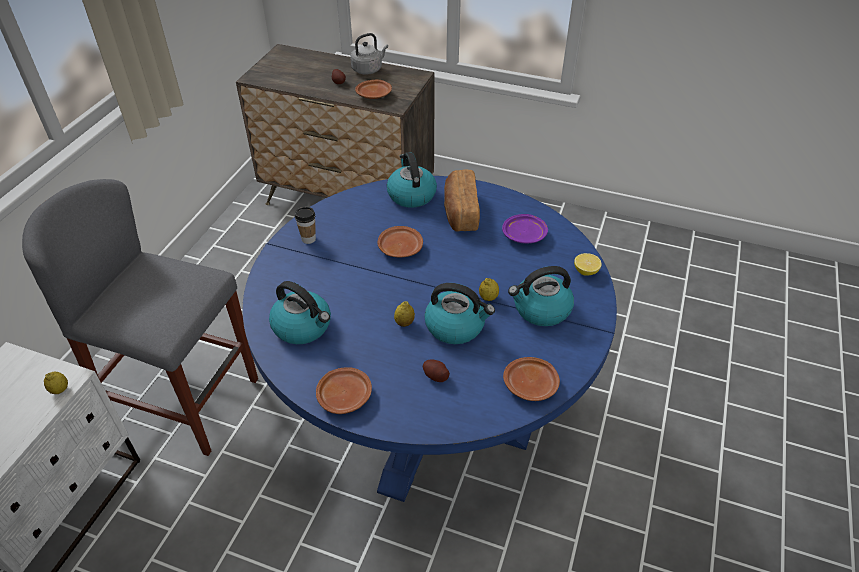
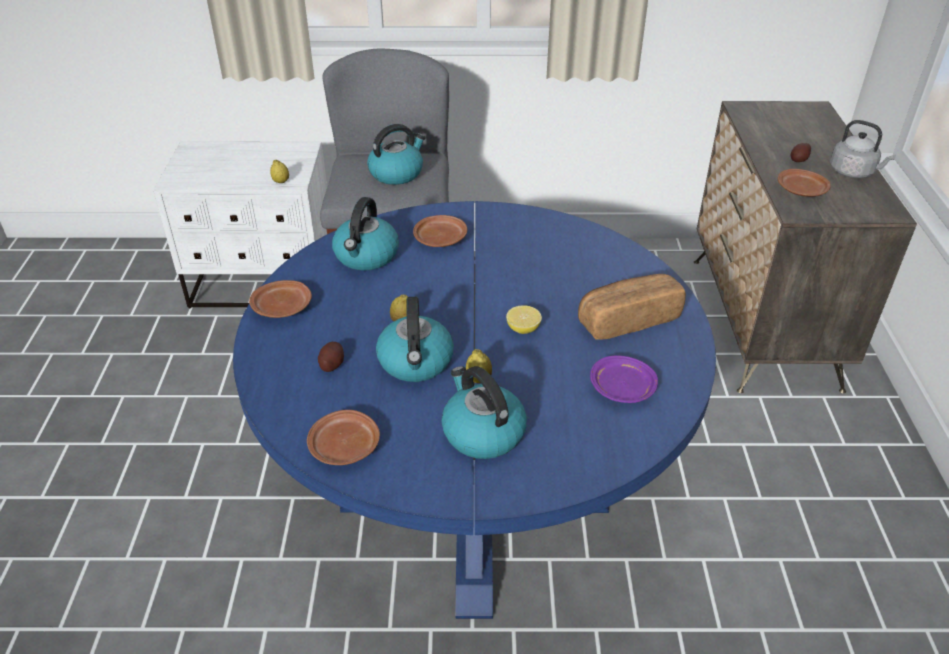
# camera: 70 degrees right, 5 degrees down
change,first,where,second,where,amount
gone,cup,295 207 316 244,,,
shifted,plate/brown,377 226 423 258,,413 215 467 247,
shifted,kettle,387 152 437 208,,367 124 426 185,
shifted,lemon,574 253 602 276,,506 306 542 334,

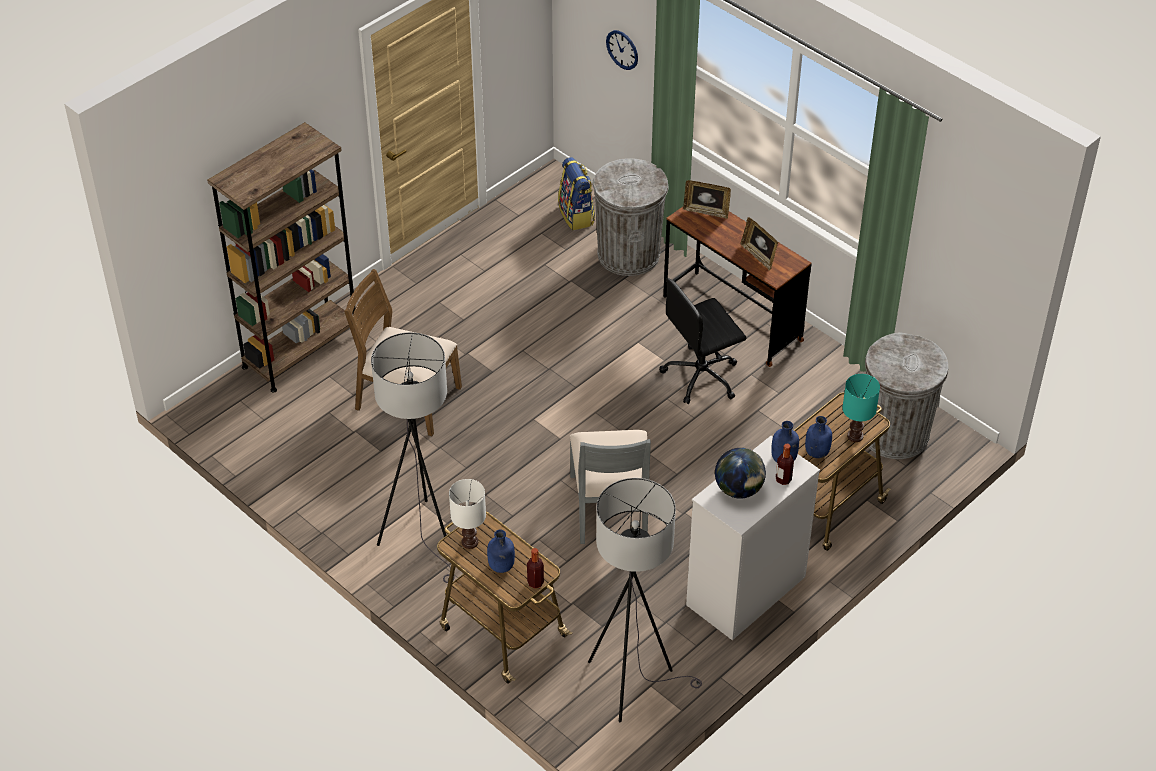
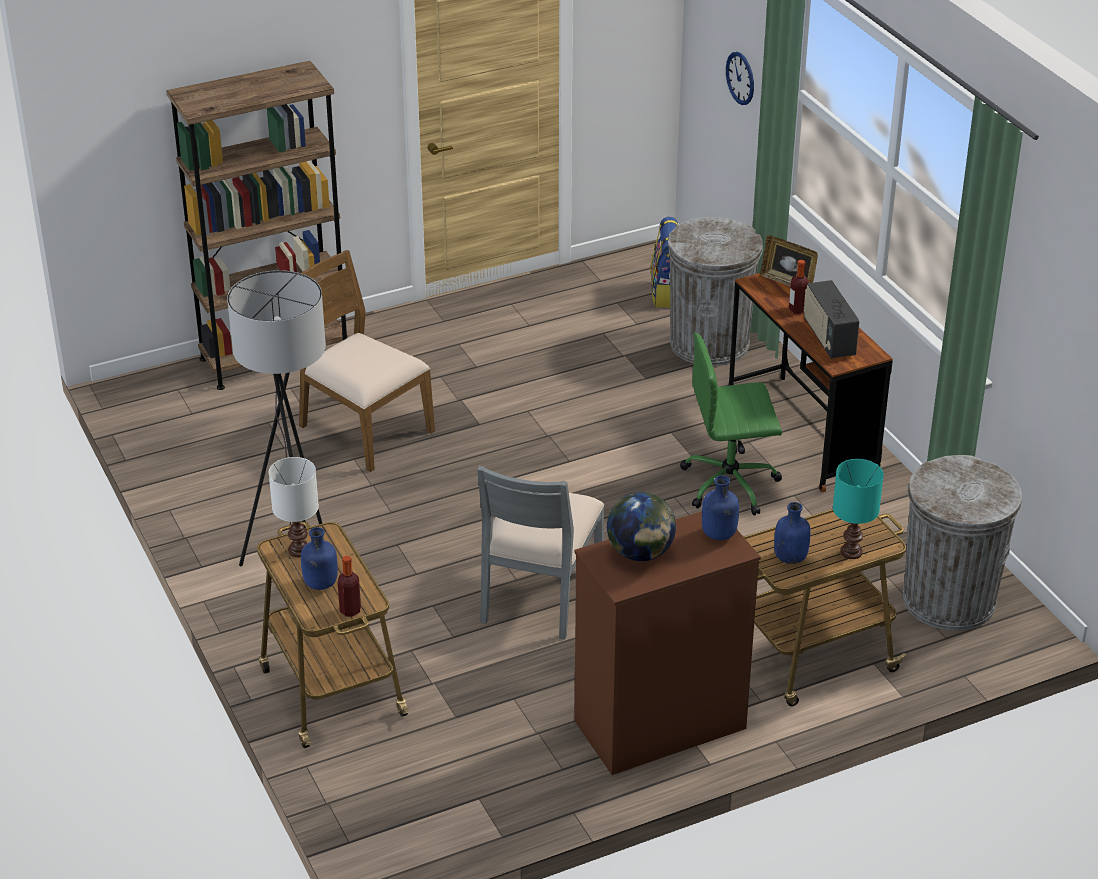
# camera: 20 degrees right, 10 degrees down
change,first,where,second,where,amount
gone,floor lamp/grey,588 478 702 722,,,
repainted,office chair/black,659 278 746 404,office chair/green,680 333 782 516,
repainted,dresser/white,686 436 820 640,dresser/brown,574 511 761 775,
swapped,picture frame,741 217 778 271,radio,804 280 859 359,
shifted,bottle,776 444 794 485,,789 260 809 314,

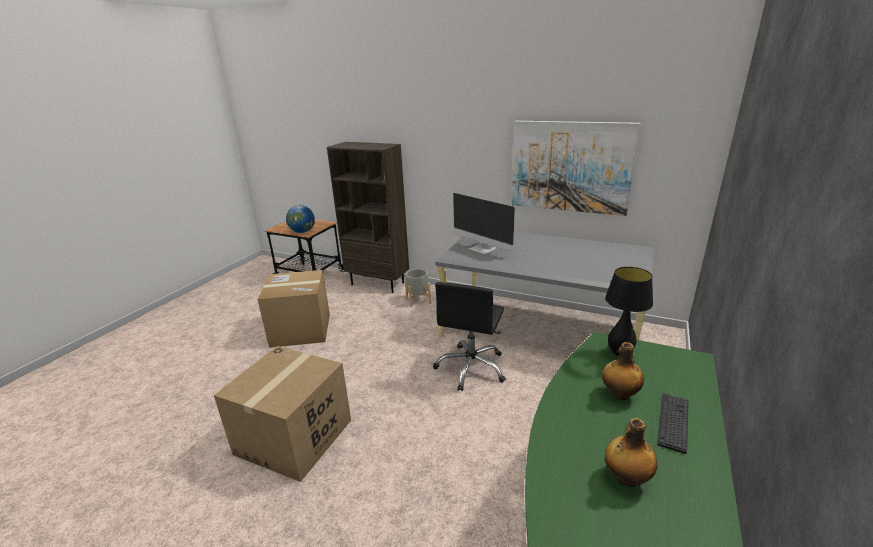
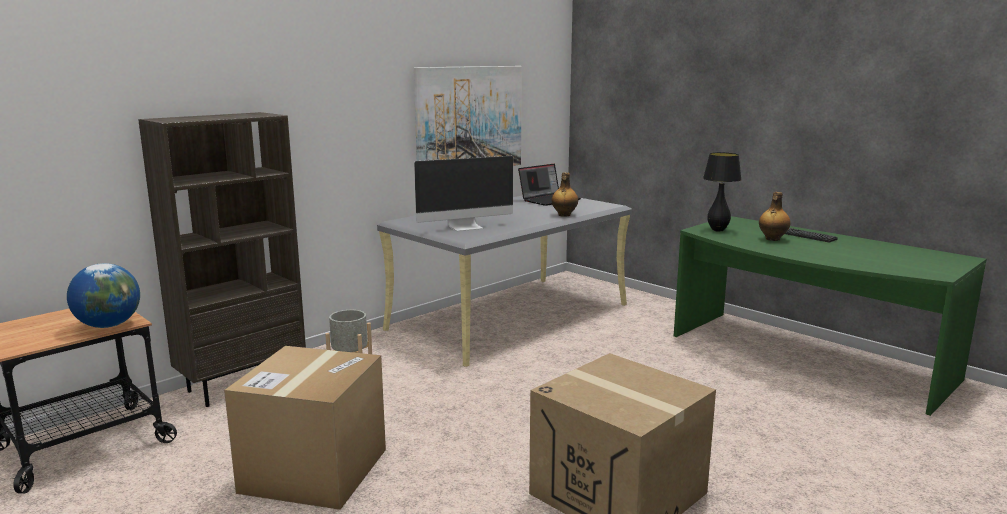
# camera: 70 degrees left, 10 degrees down
change,first,where,second,where,amount
gone,office chair/black,433 282 506 391,,,
shifted,bottle,605 418 657 487,,552 173 578 217,
new,,,laptop,518 164 581 206,

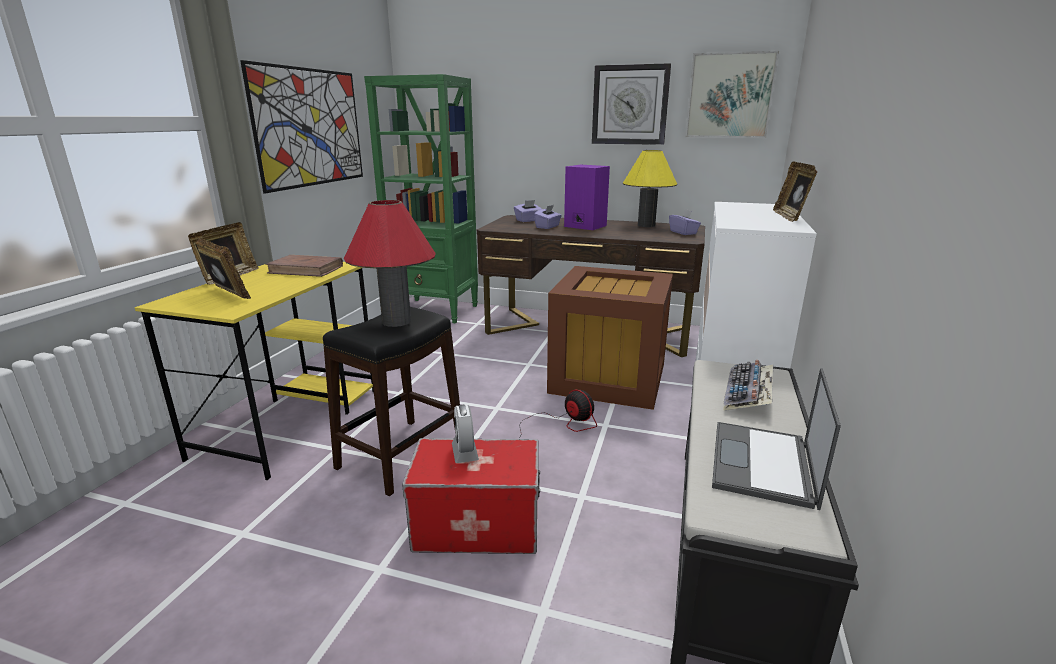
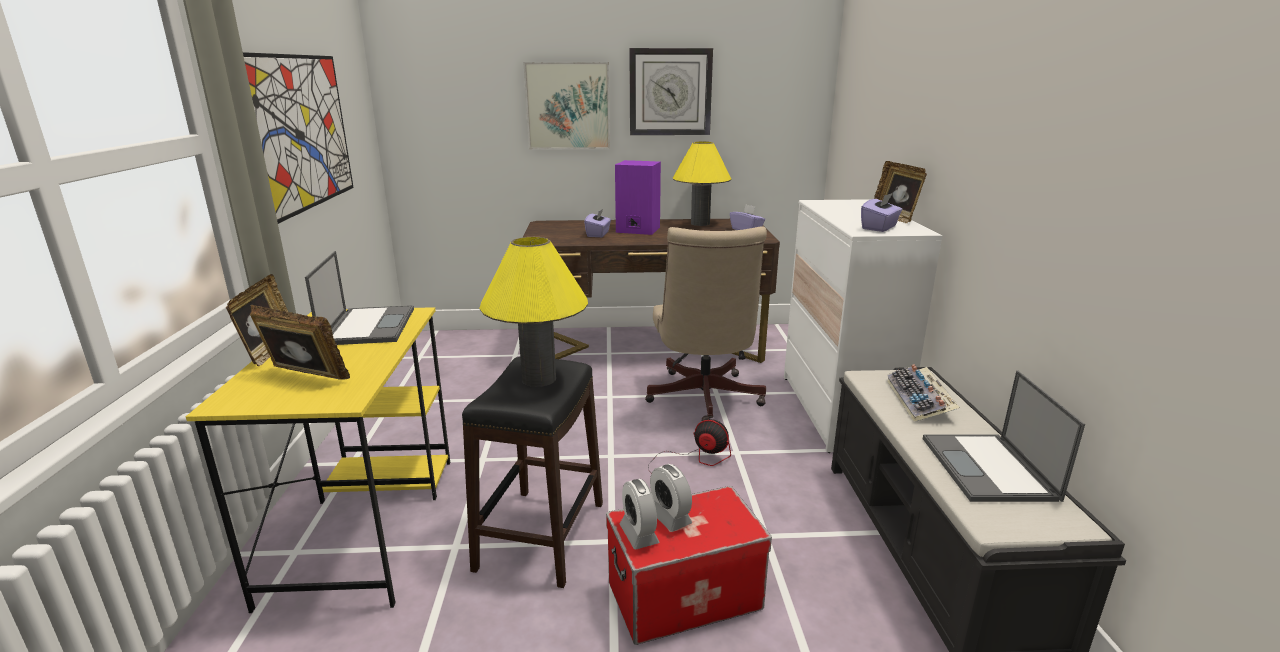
# camera: 20 degrees left, 0 degrees up
change,first,where,second,where,amount
swapped,book/brown,265 255 343 277,laptop,305 251 414 345,
repainted,table lamp/red,344 200 436 327,table lamp/yellow,480 237 588 387,
gone,bookcase/green,364 74 478 324,,,
shifted,tissue box/purple,514 200 542 222,,861 193 902 232,
swapped,storage box/brown,547 266 673 410,office chair/beige,645 226 767 421,
shifted,picture,685 51 779 138,,523 62 610 150,
new,,,alarm clock,620 479 659 549,

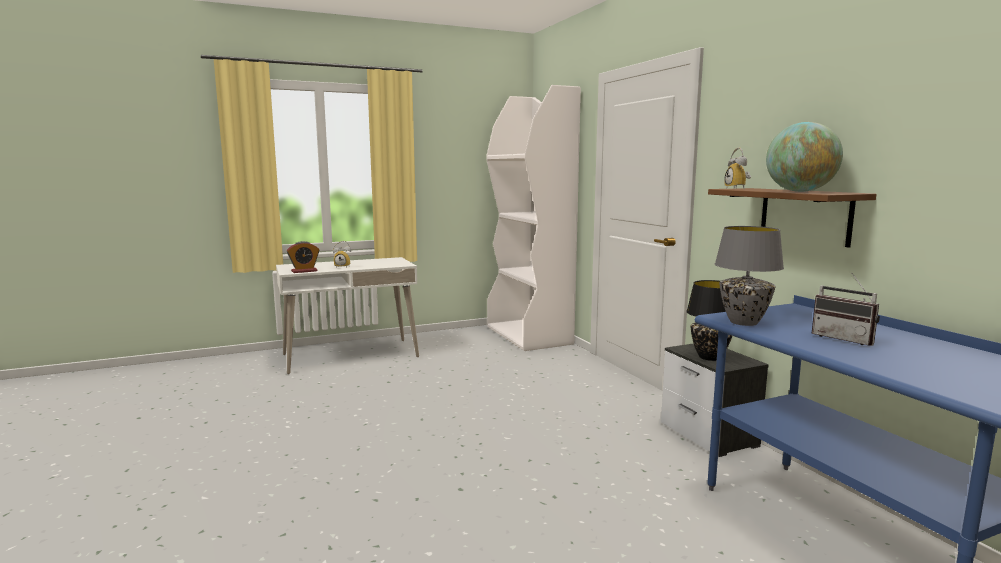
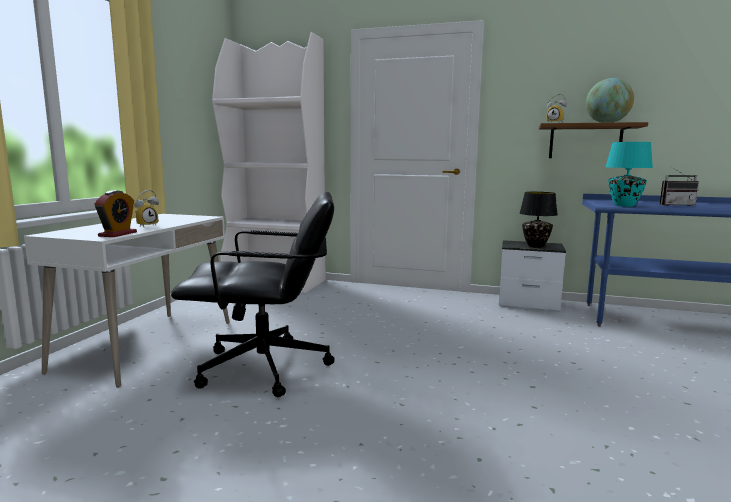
# camera: 50 degrees left, 0 degrees up
change,first,where,second,where,amount
repainted,table lamp/grey,715 226 784 326,table lamp/turquoise,606 142 653 207,
new,,,office chair/black,171 192 334 397,

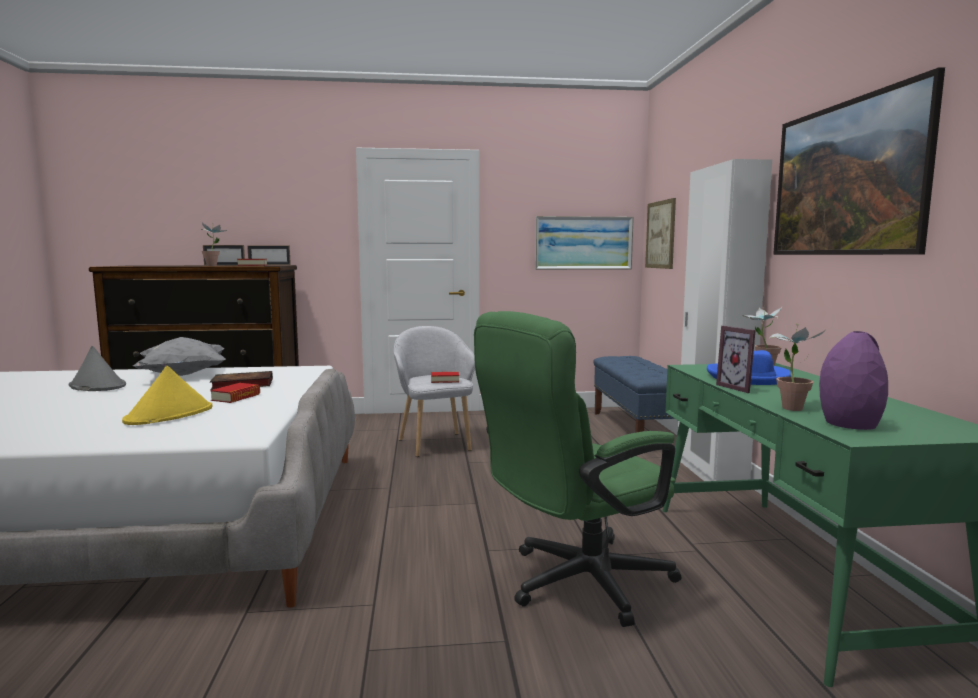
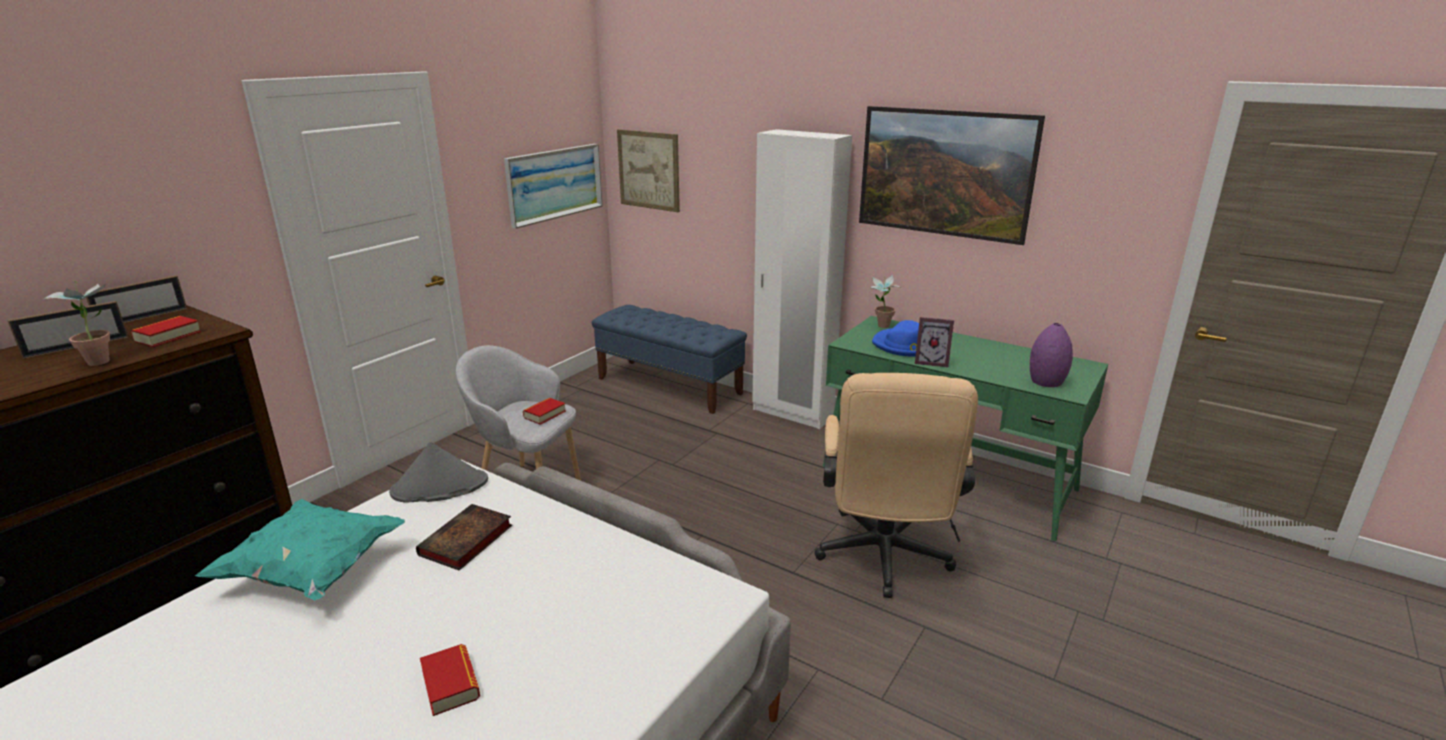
# camera: 50 degrees left, 15 degrees up
change,first,where,second,where,amount
shifted,hat/grey,69 346 126 391,,389 442 488 503,
gone,hat/yellow,122 366 212 425,,,
repainted,pillow/grey,133 337 225 376,pillow/turquoise,195 499 405 600,
shifted,book,210 383 260 403,,420 644 480 716,
repainted,office chair/green,474 311 681 627,office chair/beige,814 373 978 598,
gone,potted plant,769 324 824 411,,,

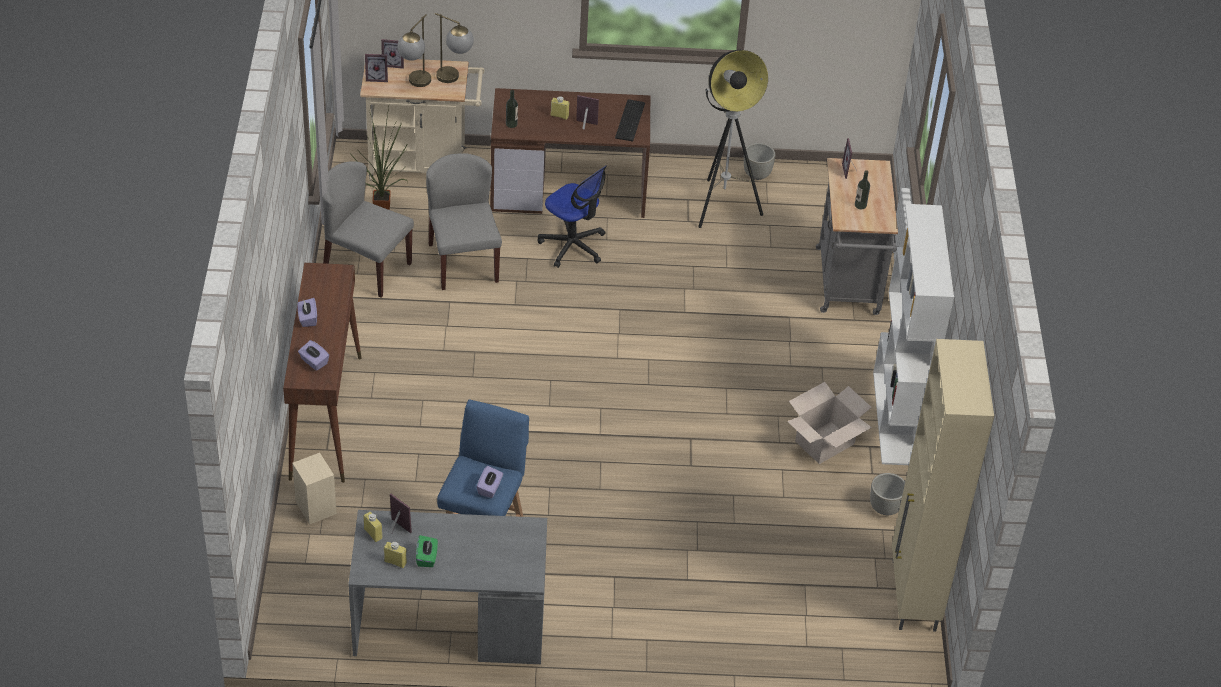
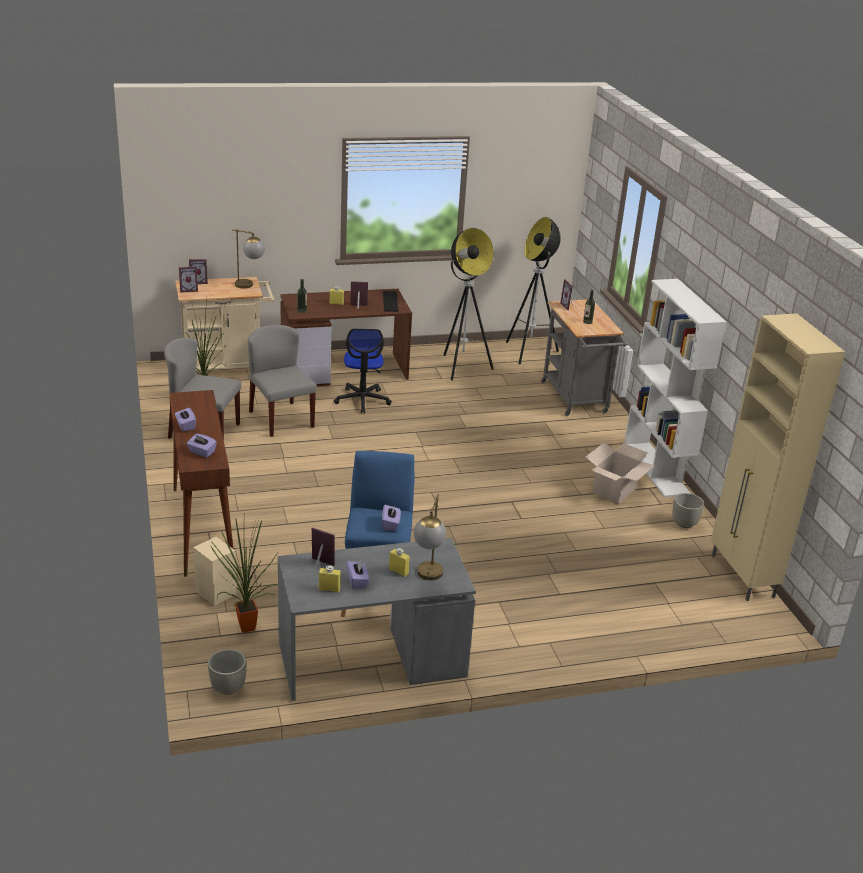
# camera: 15 degrees left, 15 degrees down
change,first,where,second,where,amount
shifted,bottle/yellow,363 512 382 542,,389 548 410 577,
shifted,table lamp,397 14 431 87,,414 494 446 580,
repainted,tissue box/green,416 535 438 567,tissue box/purple,346 559 369 589,
rotated,office chair,537 166 606 268,,334 329 392 414,60 degrees clockwise
shifted,planter/grey,744 143 775 180,,208 649 247 695,
new,,,potted plant,210 518 278 633,
new,,,floor lamp,506 217 561 364,

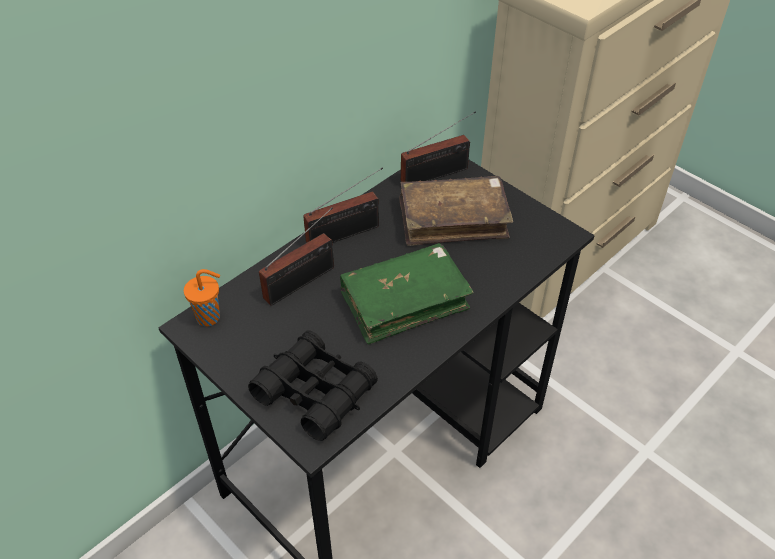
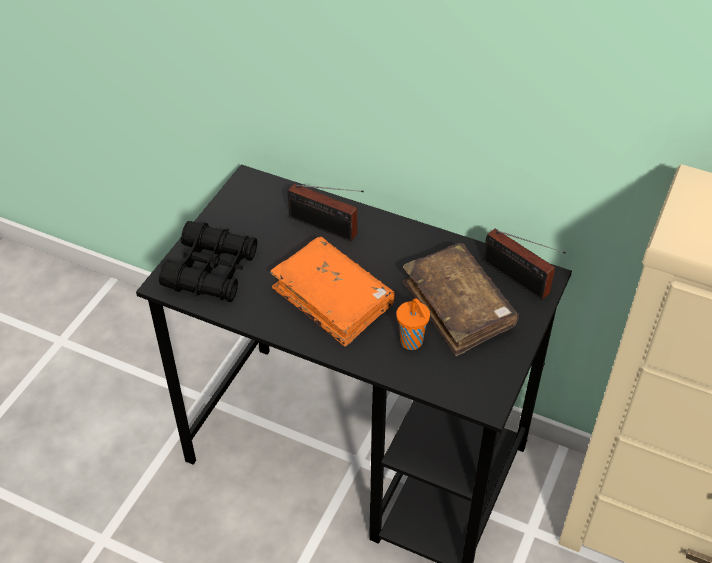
# camera: 70 degrees right, 0 degrees up
change,first,where,second,where,amount
shifted,cup/orange,184 269 220 326,,396 298 430 350,
gone,radio,303 167 383 243,,,
repainted,book/green,340 243 474 345,book/orange,270 237 395 347,

